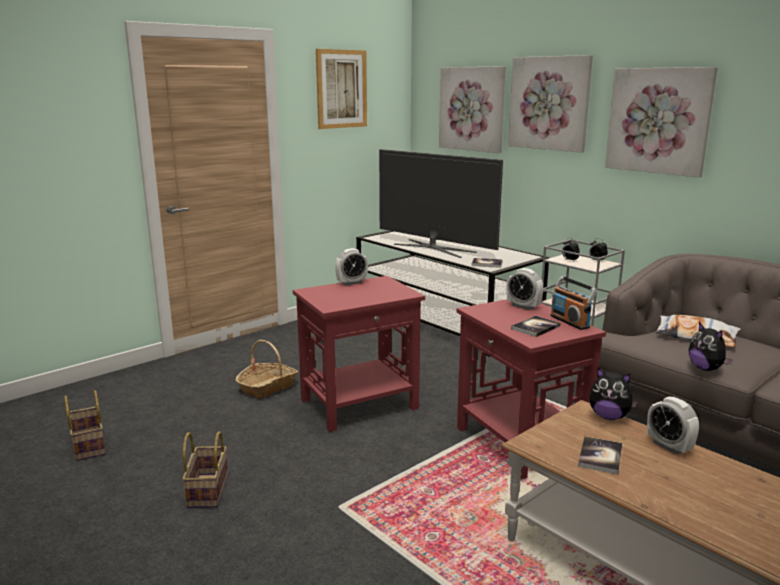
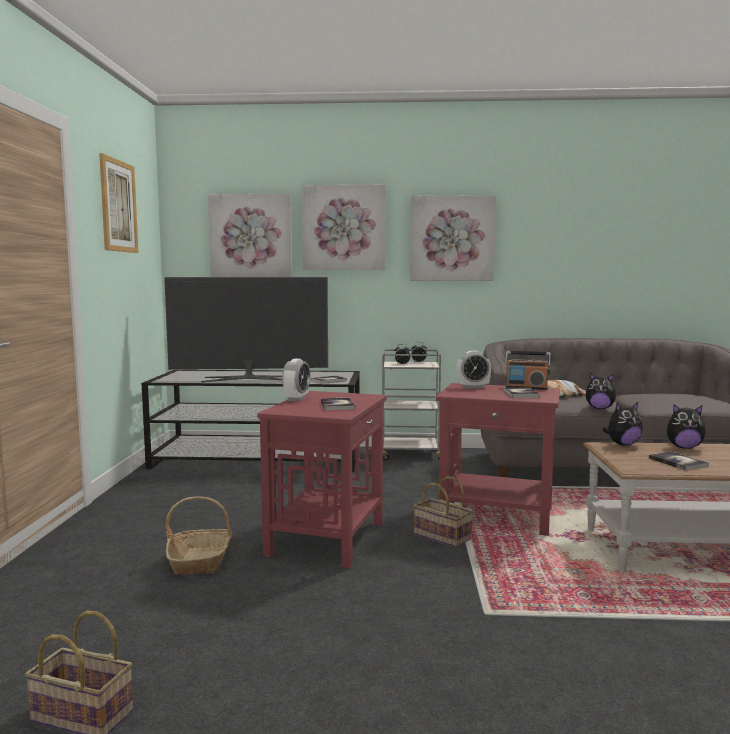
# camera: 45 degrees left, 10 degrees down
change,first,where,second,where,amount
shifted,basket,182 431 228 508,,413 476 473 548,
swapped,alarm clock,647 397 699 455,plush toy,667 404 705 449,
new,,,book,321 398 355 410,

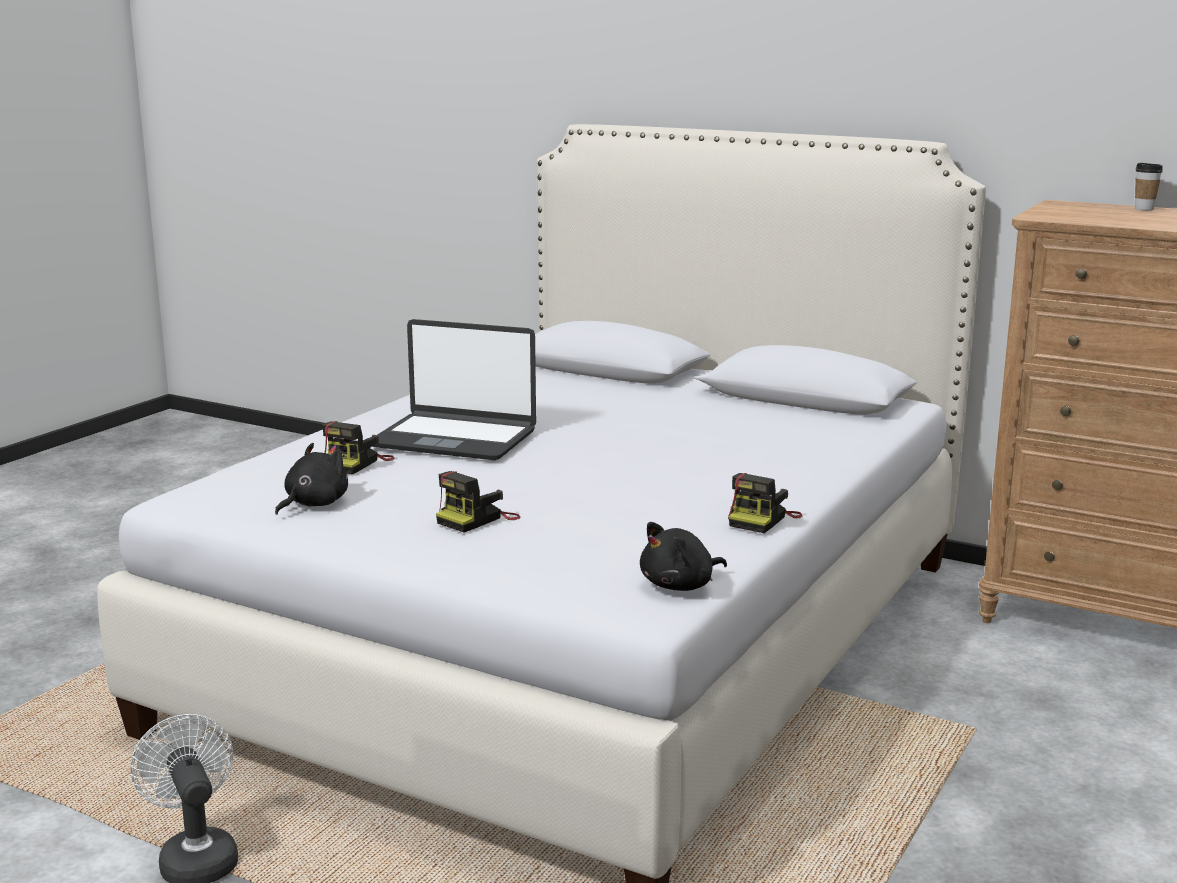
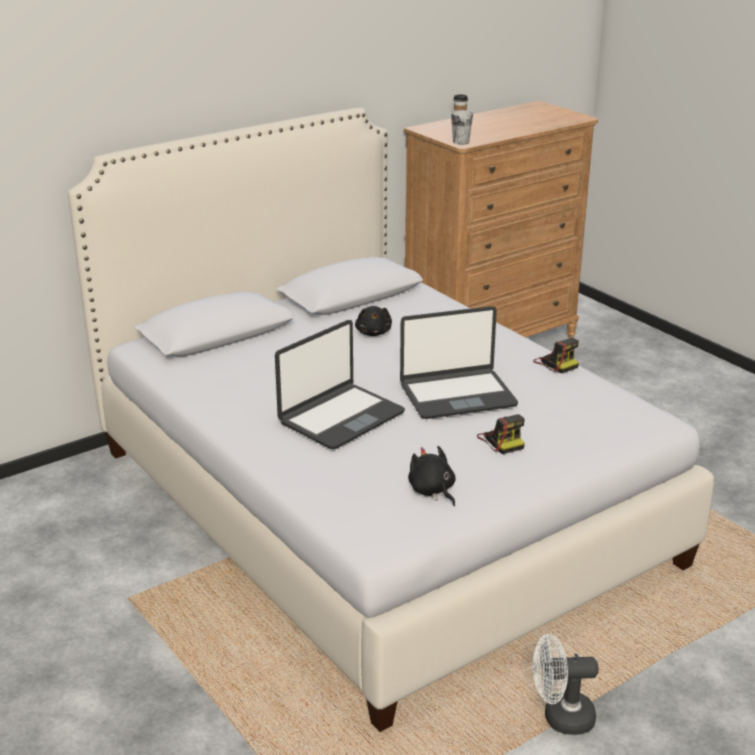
# camera: 65 degrees left, 10 degrees up
change,first,where,second,where,amount
gone,photo camera,322 421 395 474,,,
shifted,plush toy/black,640 522 727 591,,355 306 392 336,
new,,,laptop,400 306 518 419,
new,,,cup,451 110 473 145,

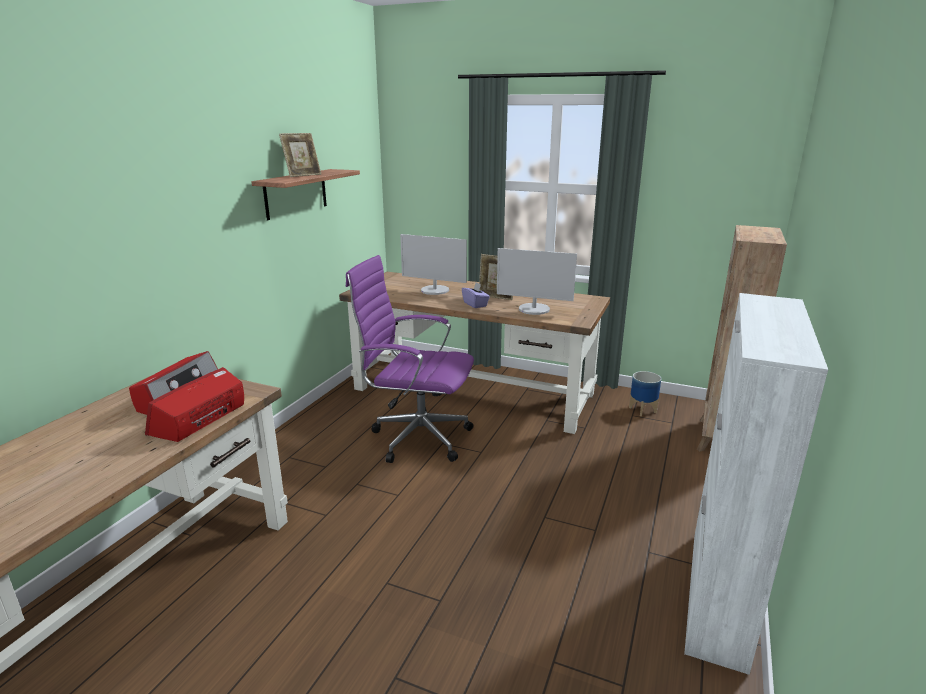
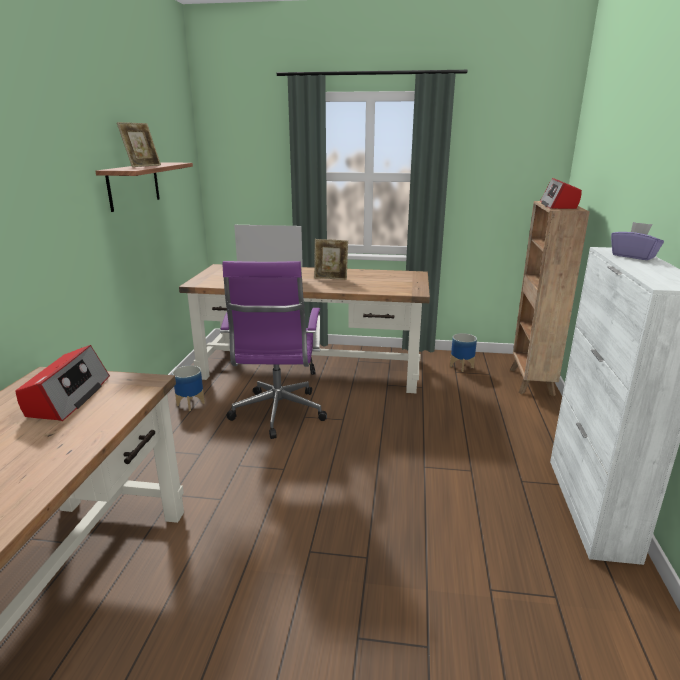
# camera: 15 degrees left, 0 degrees up
change,first,where,second,where,amount
shifted,radio,145 367 244 442,,540 178 582 209,
rotated,office chair/purple,346 255 474 463,,220 261 327 439,90 degrees counterclockwise
shifted,tissue box/purple,462 282 490 308,,611 222 664 260,
gone,monitor,497 248 577 315,,,
new,,,planter,172 366 205 411,

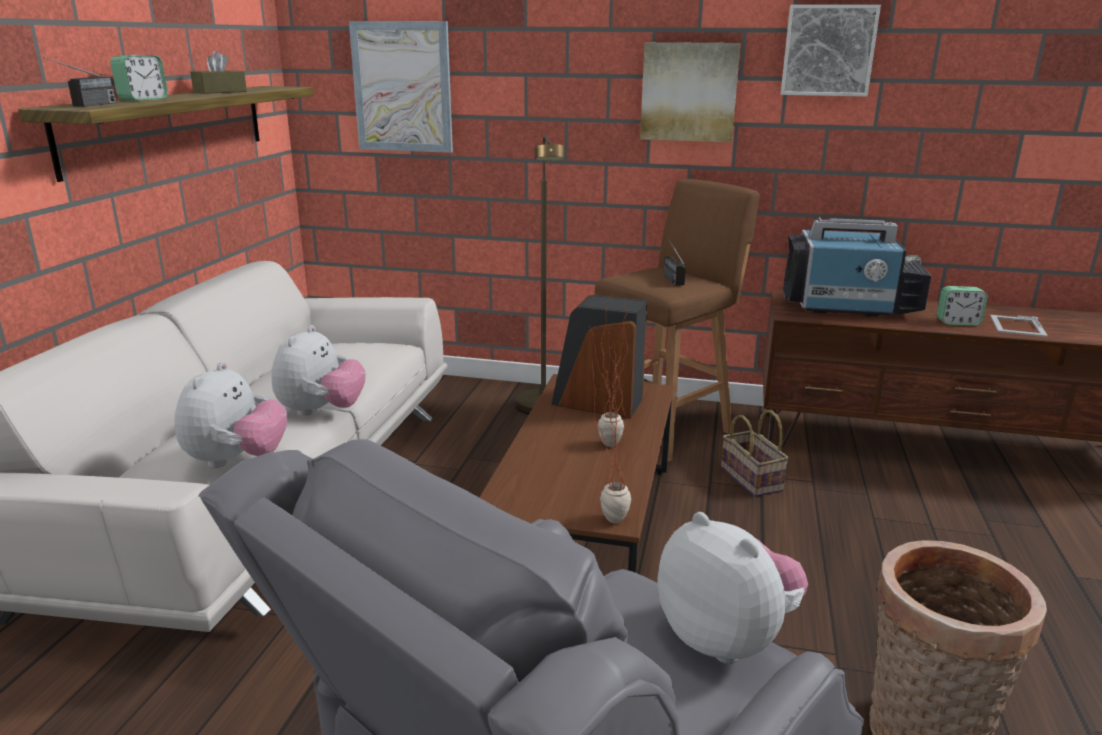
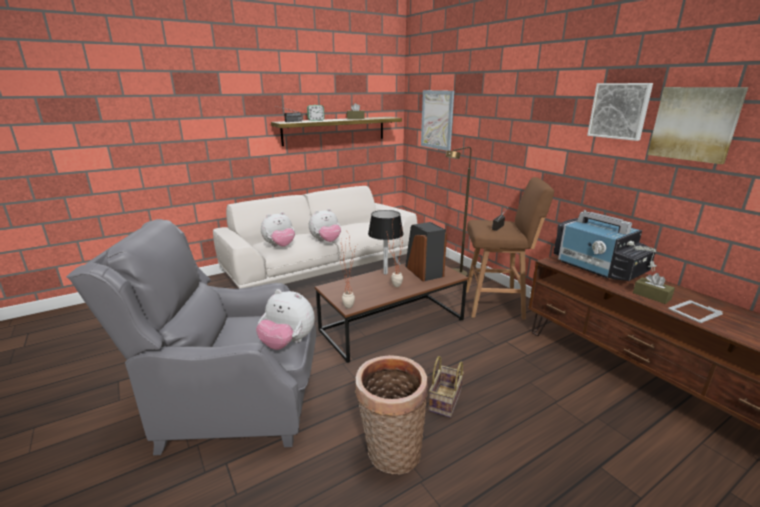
# camera: 45 degrees right, 0 degrees up
change,first,where,second,where,amount
shifted,picture,640 42 741 142,,648 87 748 164,
rotated,plush toy,657 512 808 664,,256 289 315 350,105 degrees clockwise
shifted,basket,721 410 789 497,,429 356 464 418,
swapped,alarm clock,937 286 988 326,tissue box/brown,633 273 675 304,
new,,,table lamp/black,368 210 403 274,

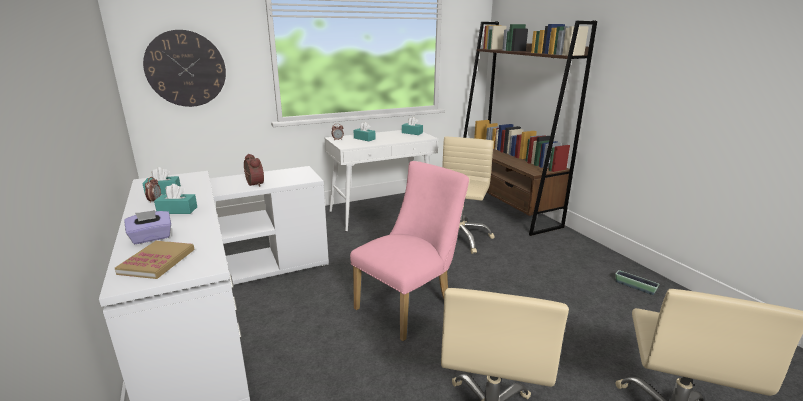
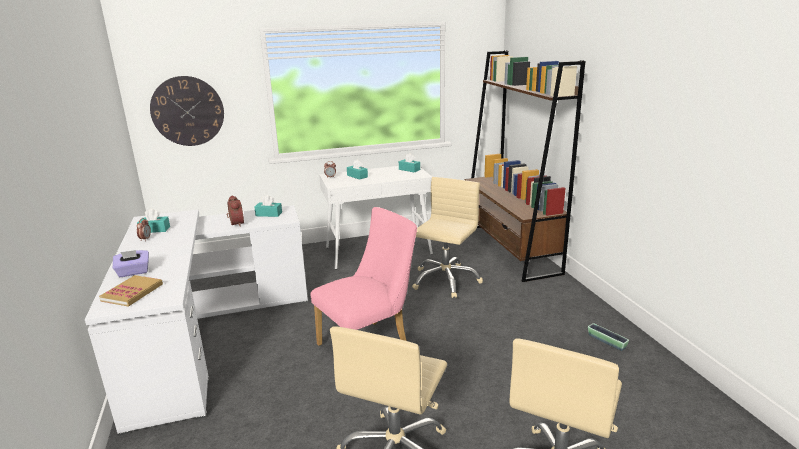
# camera: 10 degrees right, 0 degrees up
change,first,where,second,where,amount
shifted,tissue box/turquoise,154 184 197 214,,254 195 282 217,

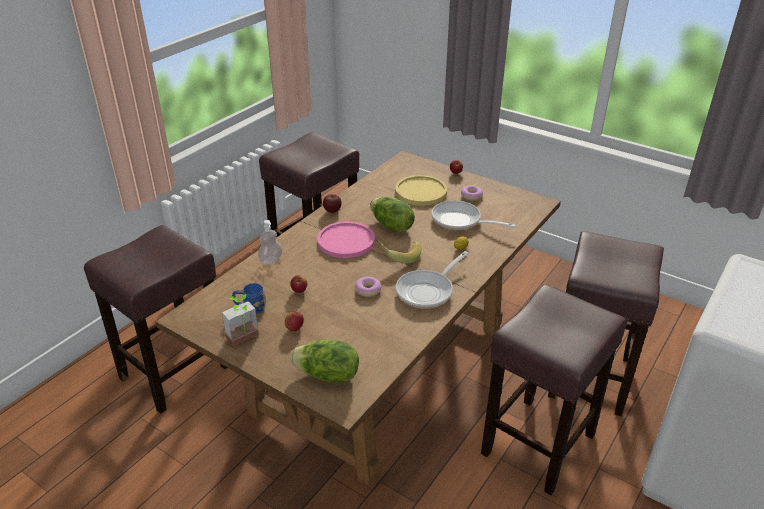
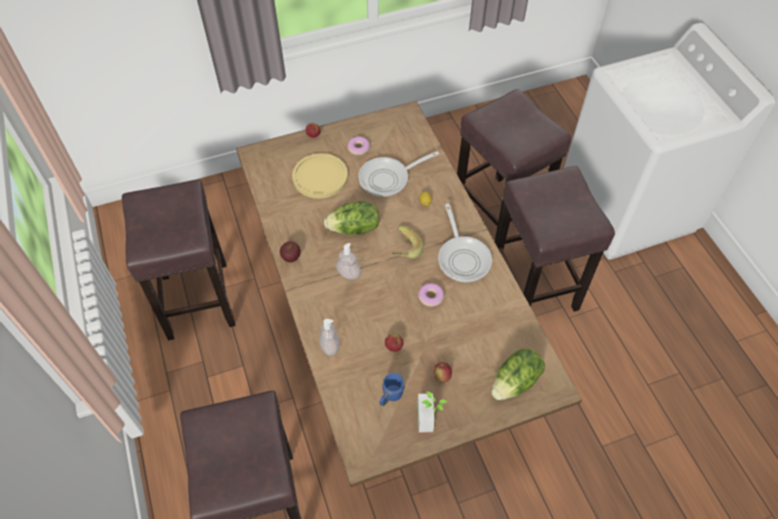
# camera: 55 degrees left, 20 degrees up
change,first,where,second,where,amount
swapped,plate/pink,317 221 375 258,soap dispenser,336 243 361 280,

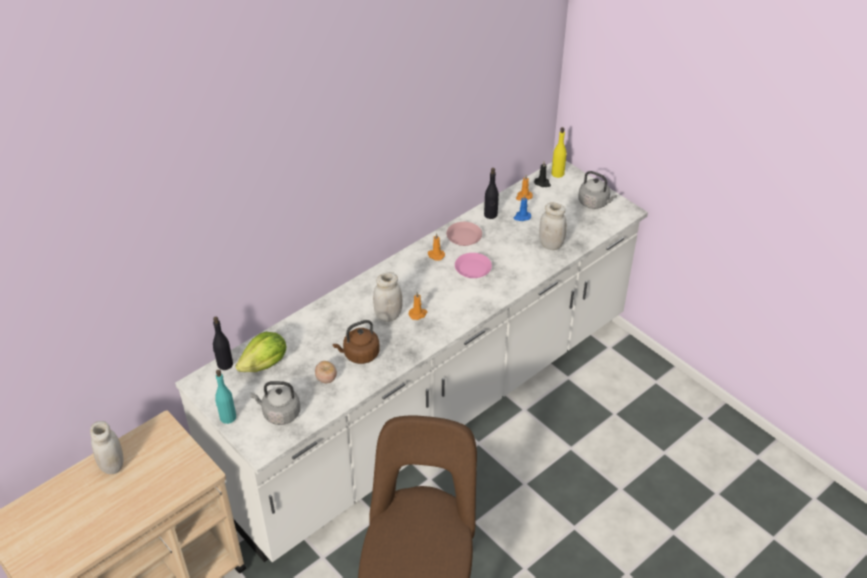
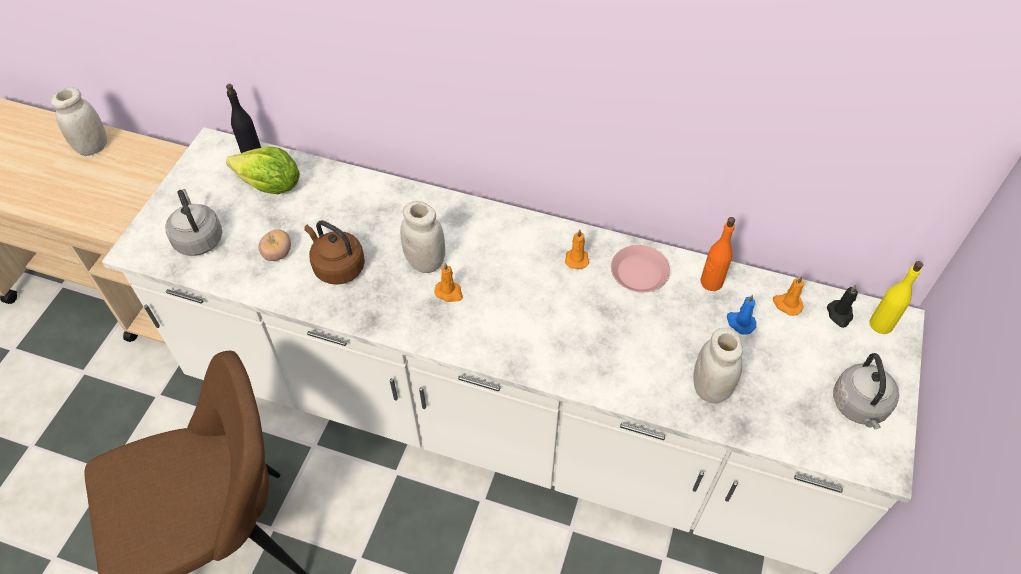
# camera: 60 degrees right, 10 degrees up
change,first,where,second,where,amount
gone,bottle/turquoise,215 370 236 424,,,
gone,plate/pink,455 253 492 278,,,
repainted,bottle/black,484 168 499 219,bottle/orange,700 217 735 291,

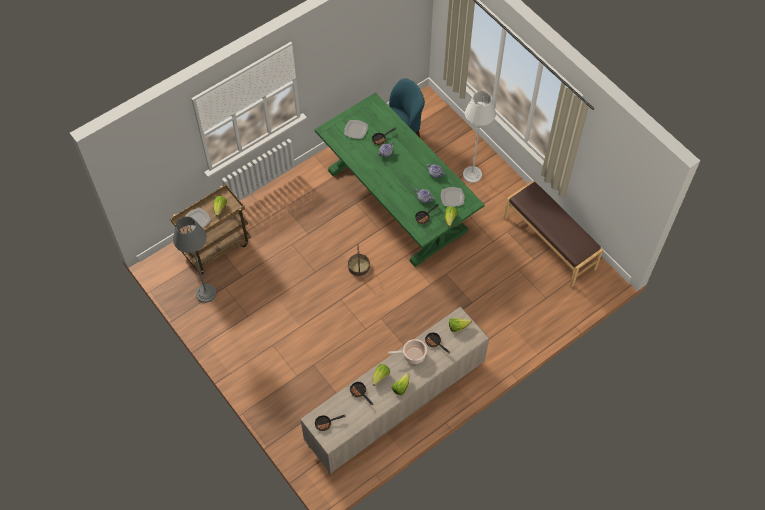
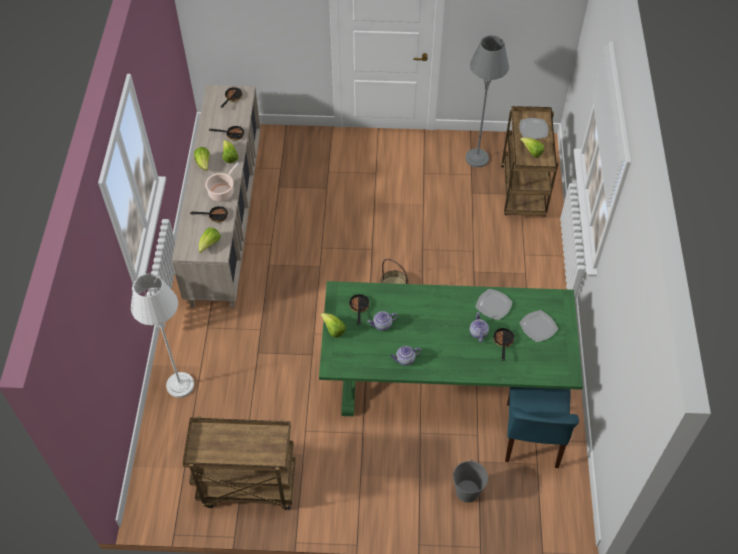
# camera: 130 degrees right, 5 degrees down
change,first,where,second,where,amount
shifted,plate,441 187 465 207,,475 289 513 320,
shifted,floor lamp/white,463 91 496 183,,131 273 194 398,
swapped,bench/brown,504 181 603 287,cart/brown,183 416 296 510,
new,,,bucket/grey,453 460 488 503,

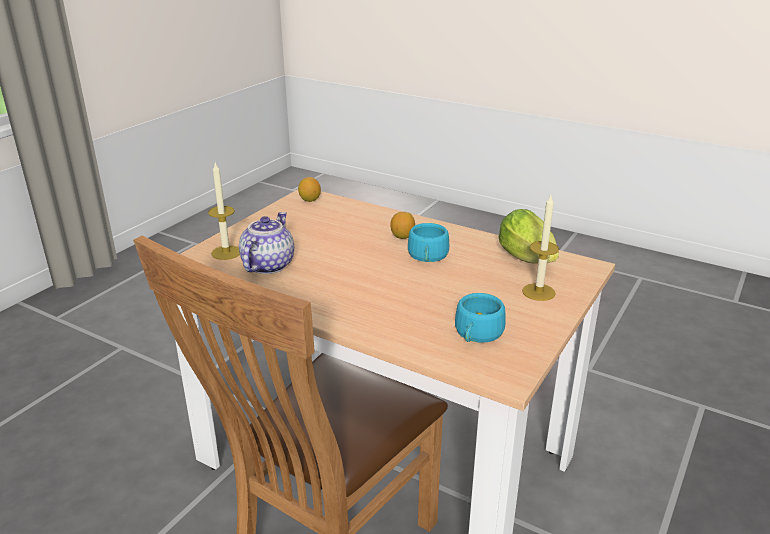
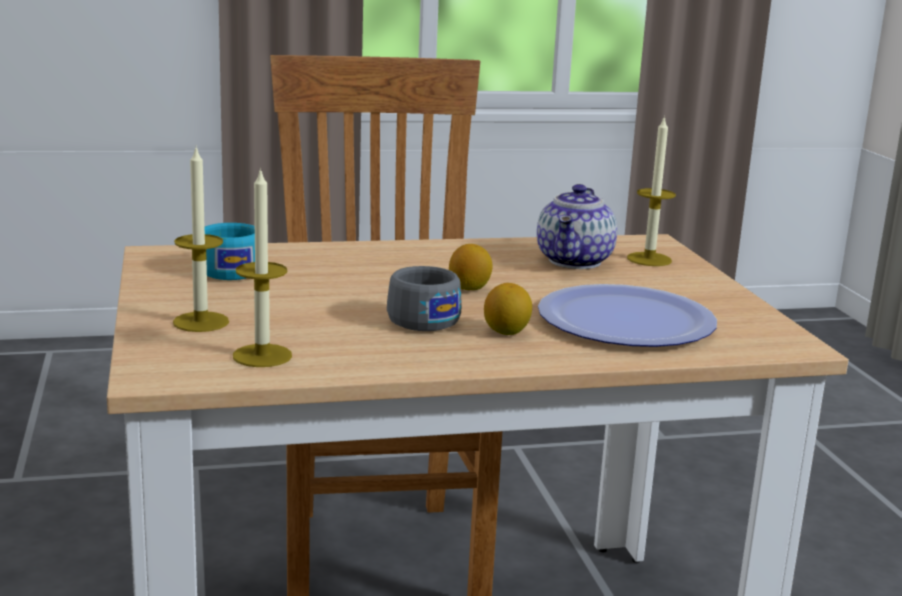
# camera: 135 degrees right, 10 degrees down
change,first,where,second,where,amount
rotated,teapot,239 212 294 274,,537 184 617 269,45 degrees clockwise
shifted,lemon,298 177 321 202,,449 244 492 290,
repainted,cup/turquoise,408 223 449 262,cup/grey,387 266 461 331,
swapped,lettuce,499 209 559 264,candle,233 167 292 367,
new,,,plate,538 284 717 347,

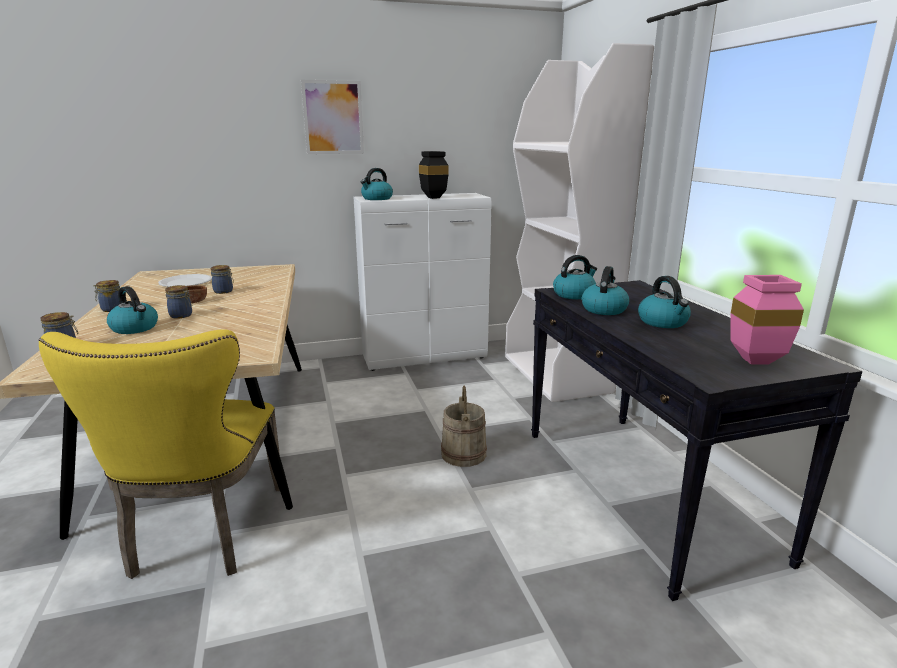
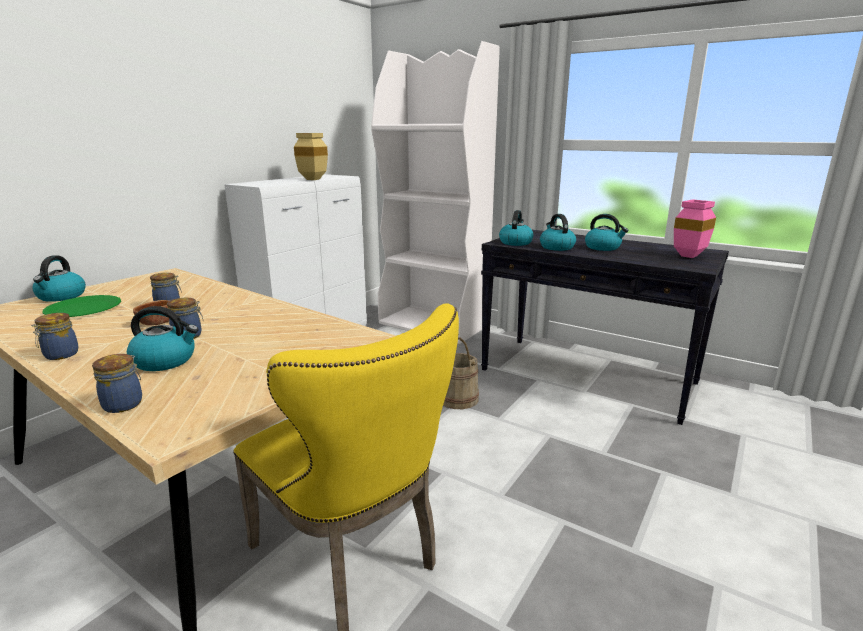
# camera: 40 degrees left, 0 degrees up
change,first,where,second,where,amount
repainted,plate/white,158 274 212 287,plate/green,42 295 121 317,
gone,picture,301 80 364 154,,,
shifted,kettle,360 168 393 200,,33 255 86 302,
repainted,vase/black,419 151 449 199,vase/beige,294 133 328 180,

